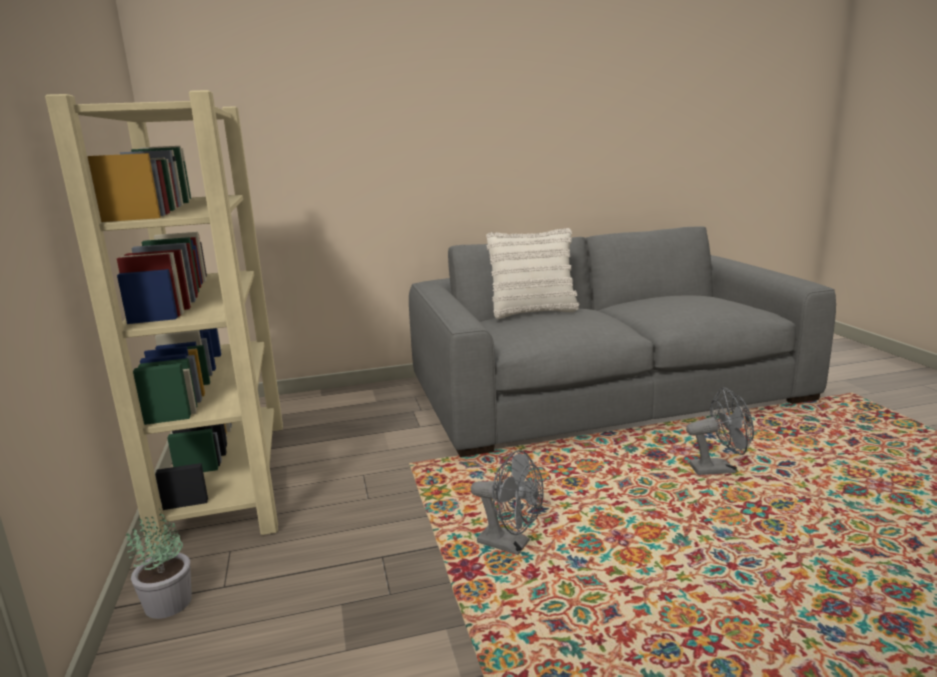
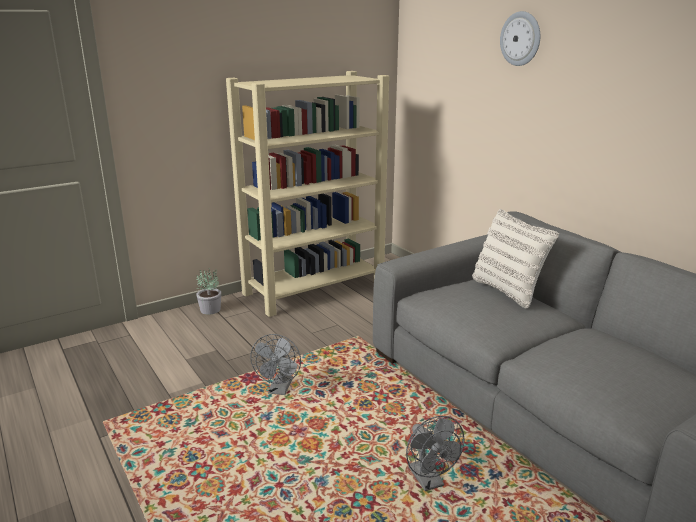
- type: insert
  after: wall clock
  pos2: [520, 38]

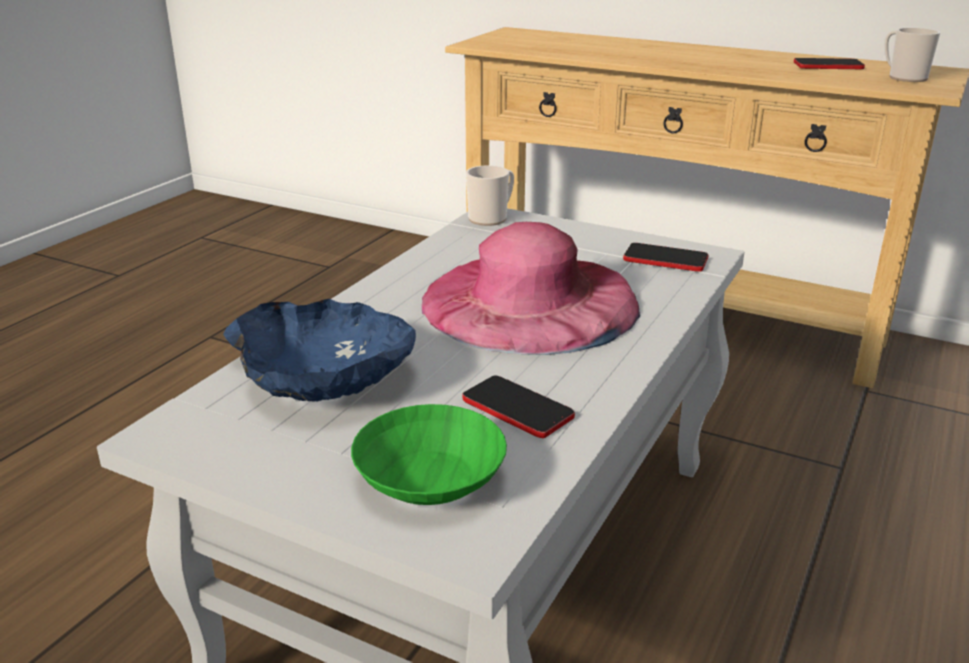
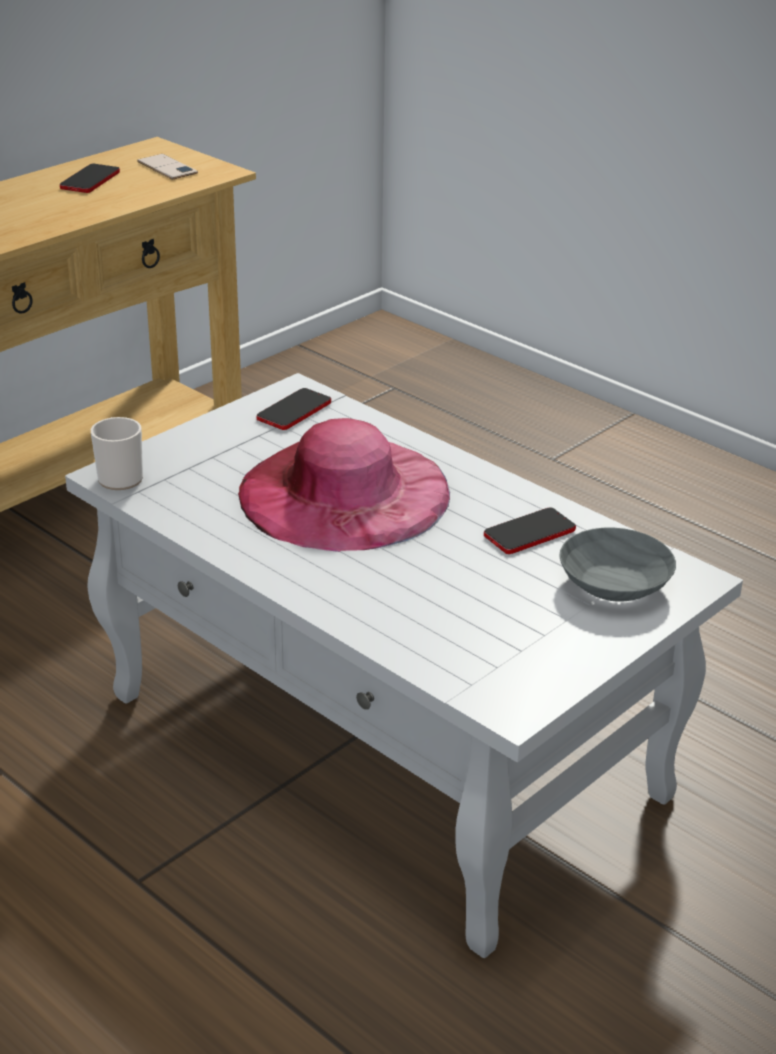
- type: delete
  before: blue bowl
  pos1: [319, 350]
- type: recolor
  before: green bowl
  after: grey bowl
  pos1: [429, 454]
  pos2: [617, 565]
- type: replace
  before: mug
  after: phone
  pos1: [912, 55]
  pos2: [167, 167]

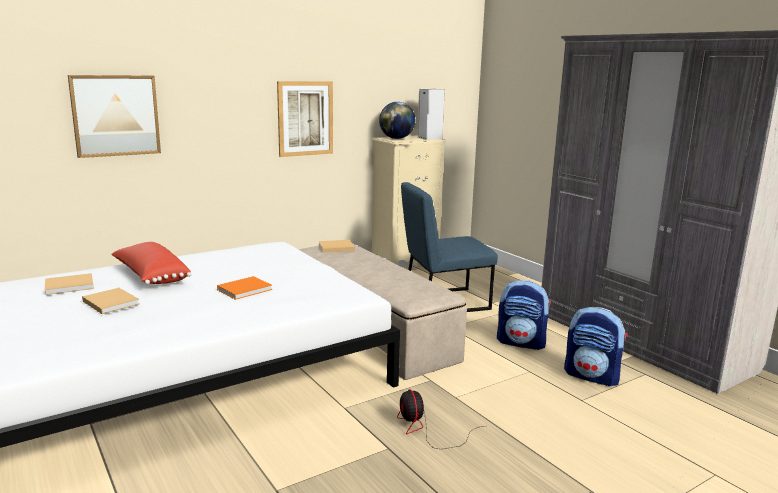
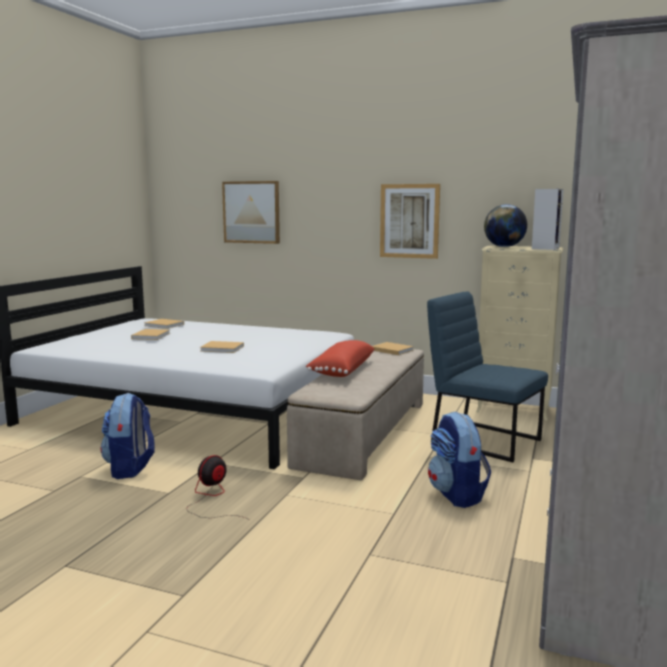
- type: move
  before: red pillow
  pos1: [151, 263]
  pos2: [340, 358]
- type: recolor
  before: orange book
  after: beige book
  pos1: [244, 288]
  pos2: [222, 347]
- type: move
  before: backpack
  pos1: [596, 346]
  pos2: [127, 436]

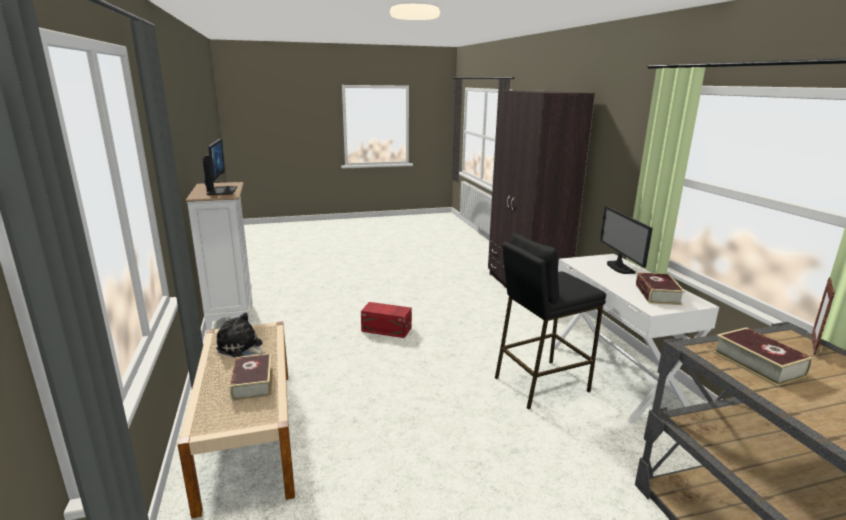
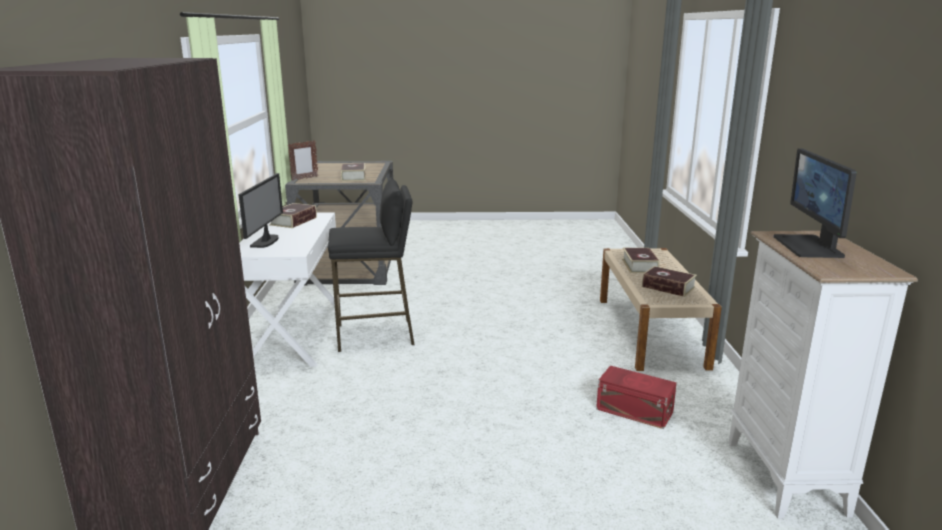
- type: replace
  before: plush toy
  after: book
  pos1: [240, 334]
  pos2: [669, 281]
- type: move
  before: red storage box
  pos1: [386, 320]
  pos2: [636, 397]

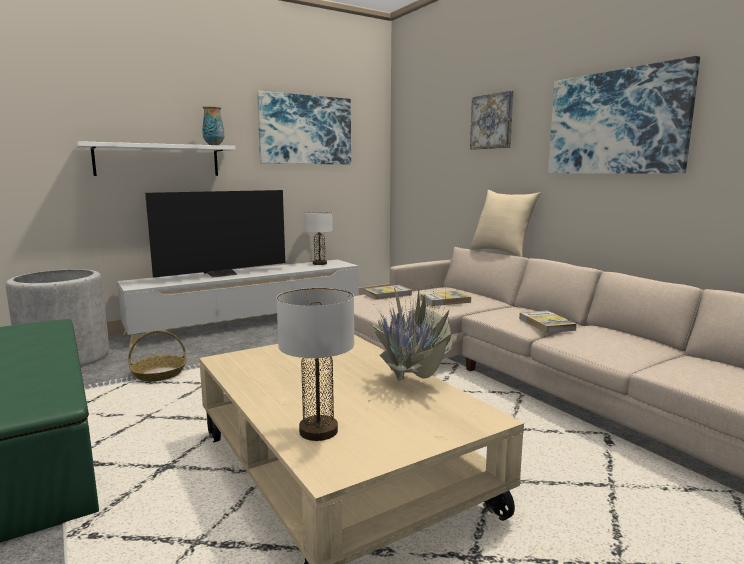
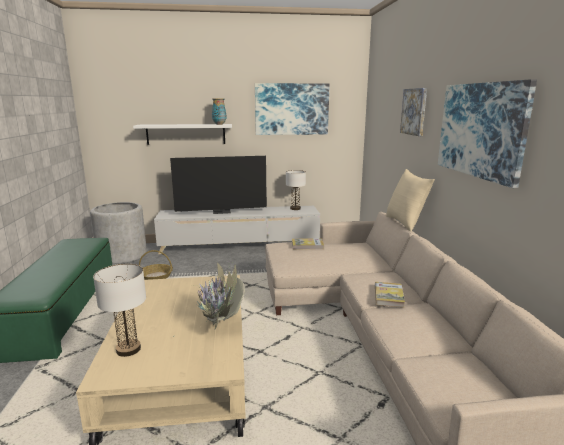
- type: delete
  before: book
  pos1: [445, 298]

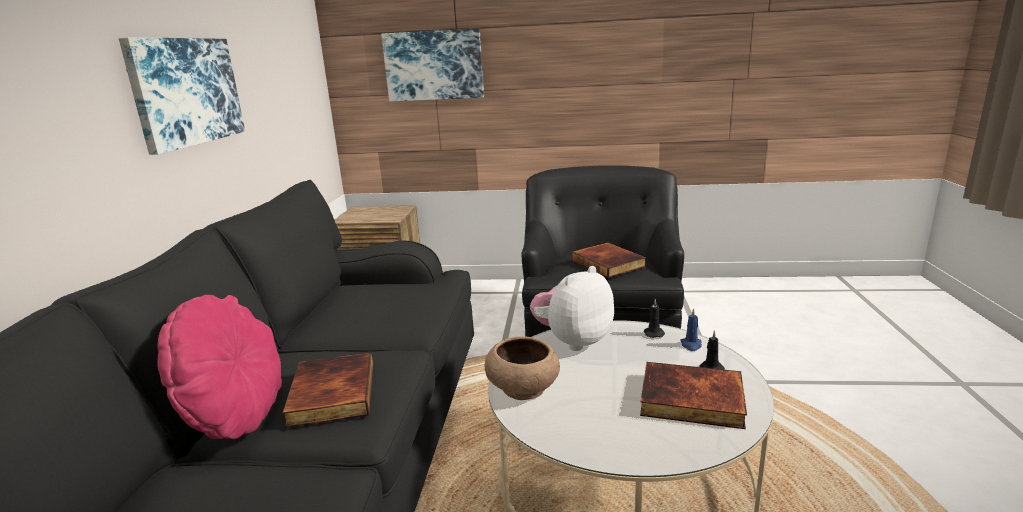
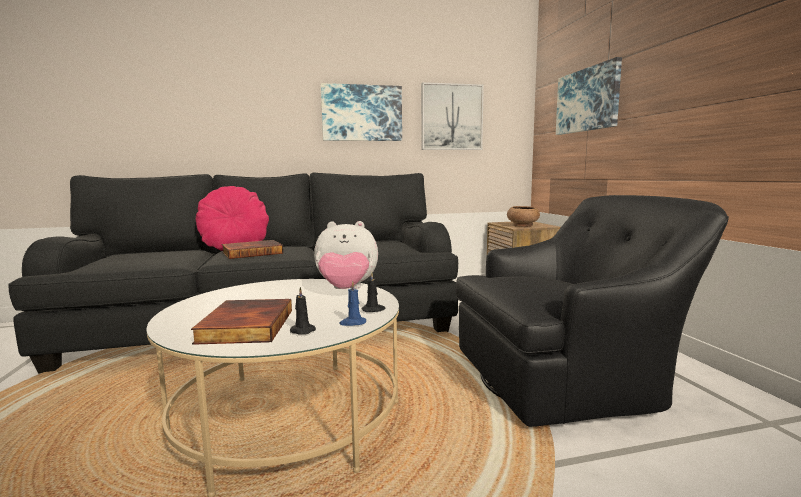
- type: move
  before: brown bowl
  pos1: [522, 368]
  pos2: [523, 216]
- type: rotate
  before: plush toy
  pos1: [572, 308]
  pos2: [346, 255]
  turn: 150
- type: delete
  before: book
  pos1: [609, 260]
- type: insert
  after: picture
  pos2: [452, 116]

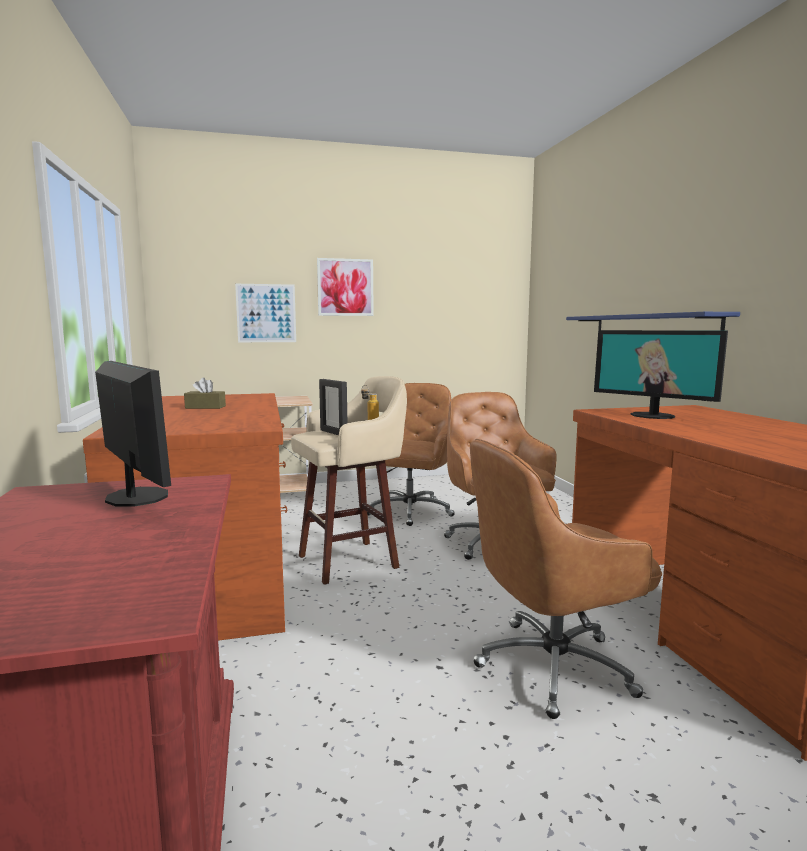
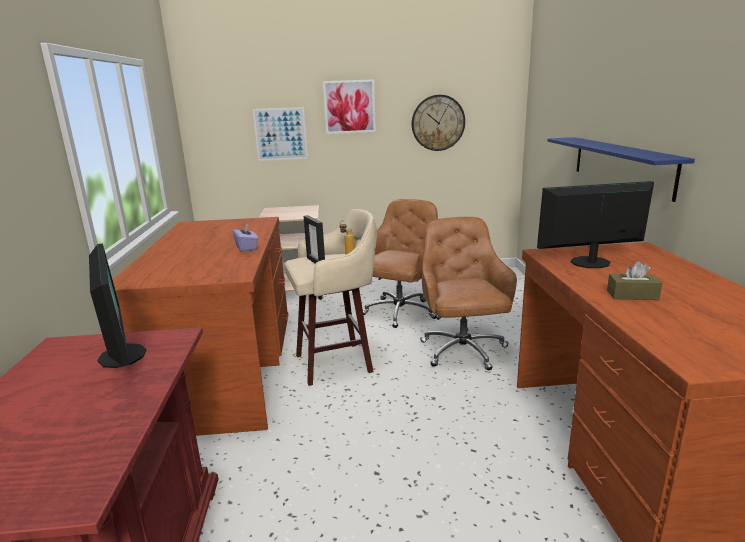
- type: move
  before: brown tissue box
  pos1: [205, 393]
  pos2: [634, 280]
- type: delete
  before: brown office chair
  pos1: [566, 579]
- type: rotate
  before: monitor
  pos1: [661, 374]
  pos2: [595, 224]
  turn: 120
- type: insert
  after: purple tissue box
  pos2: [245, 237]
- type: insert
  after: wall clock
  pos2: [438, 123]

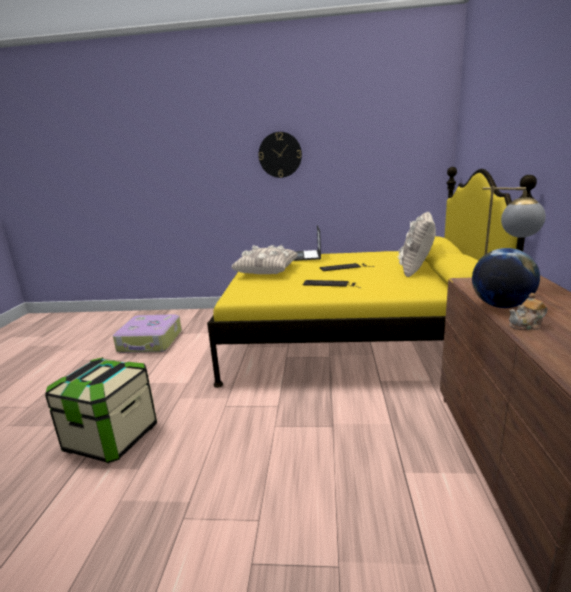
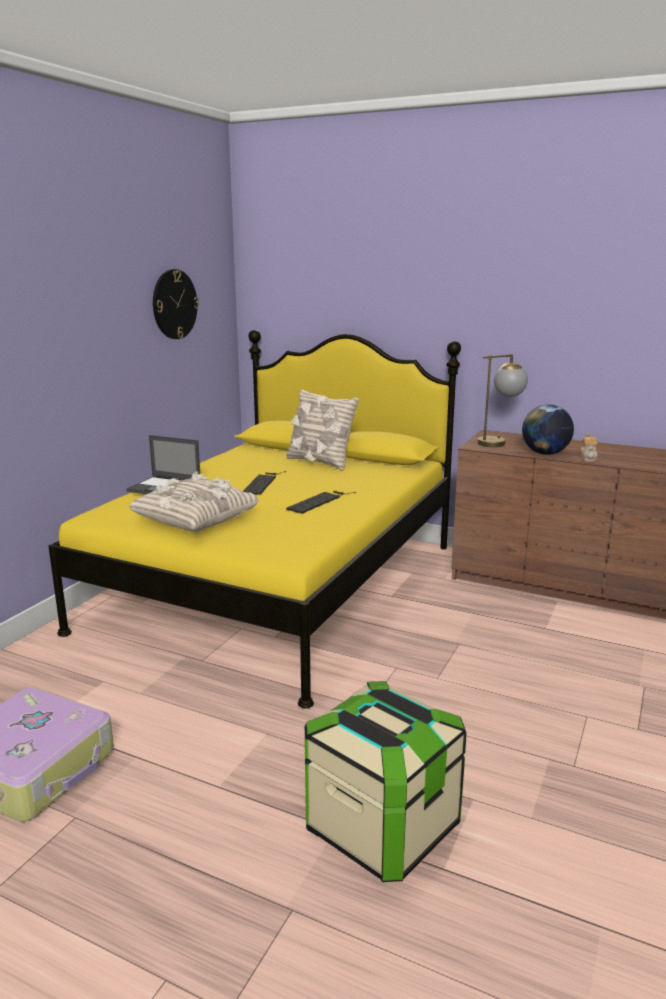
- type: move
  before: wall clock
  pos1: [280, 155]
  pos2: [176, 304]

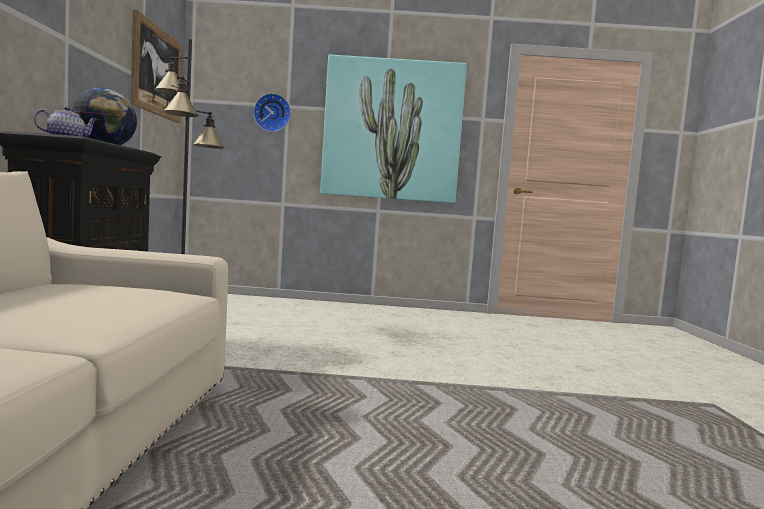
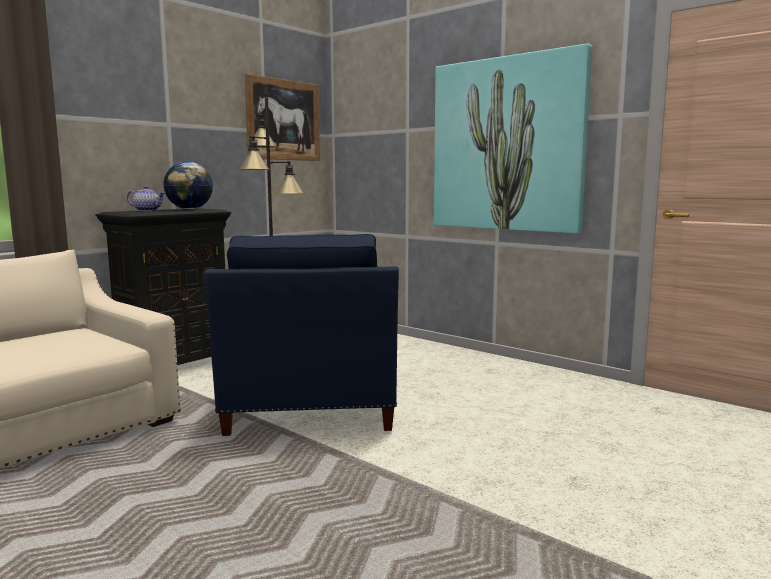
- type: delete
  before: wall clock
  pos1: [272, 112]
- type: insert
  after: blue armchair
  pos2: [301, 335]

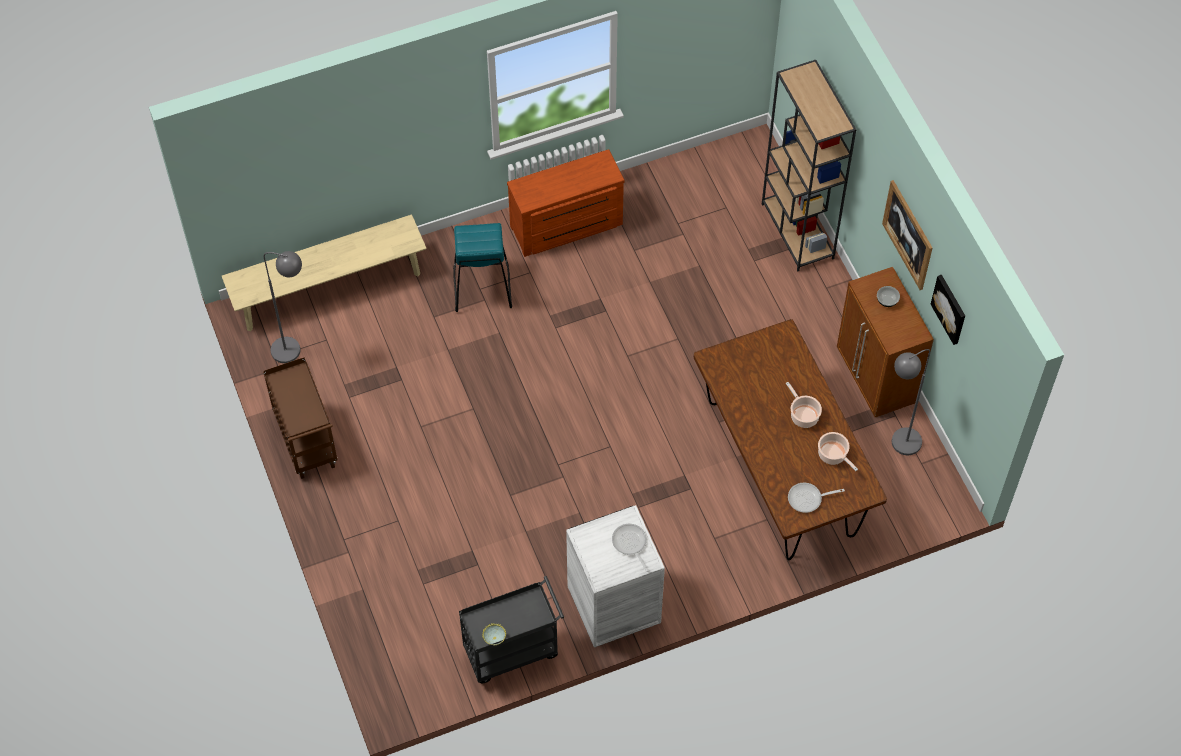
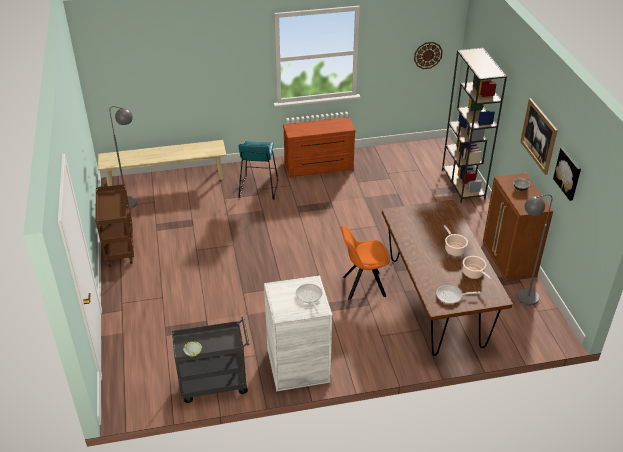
- type: insert
  after: orange chair
  pos2: [365, 262]
- type: insert
  after: wall clock
  pos2: [428, 55]

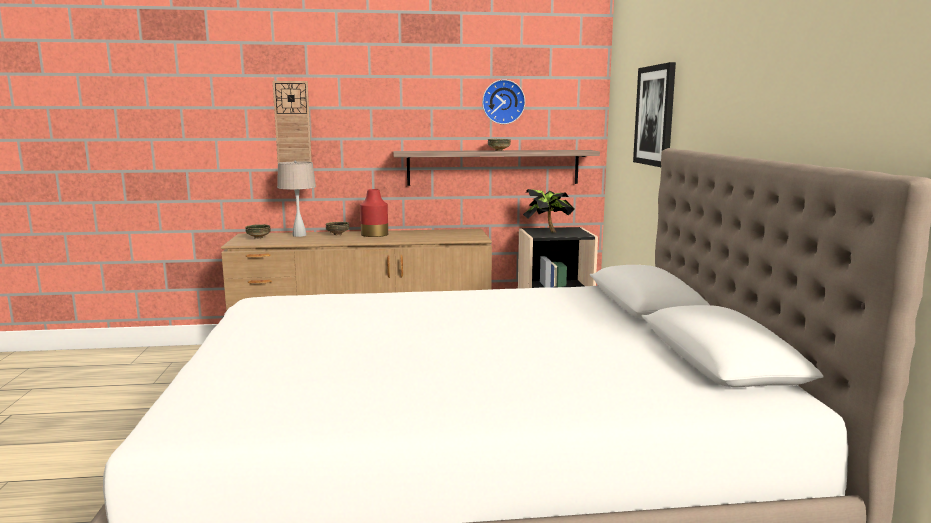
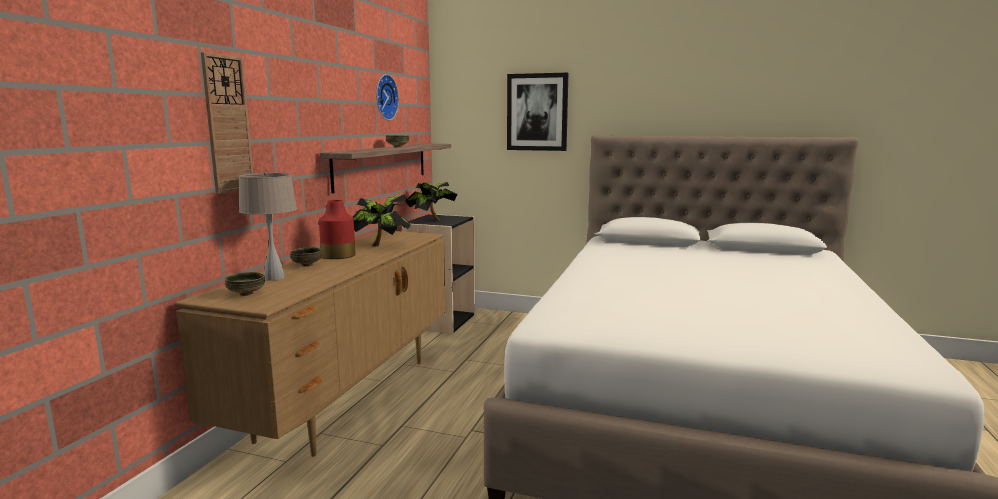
- type: insert
  after: potted plant
  pos2: [382, 220]

